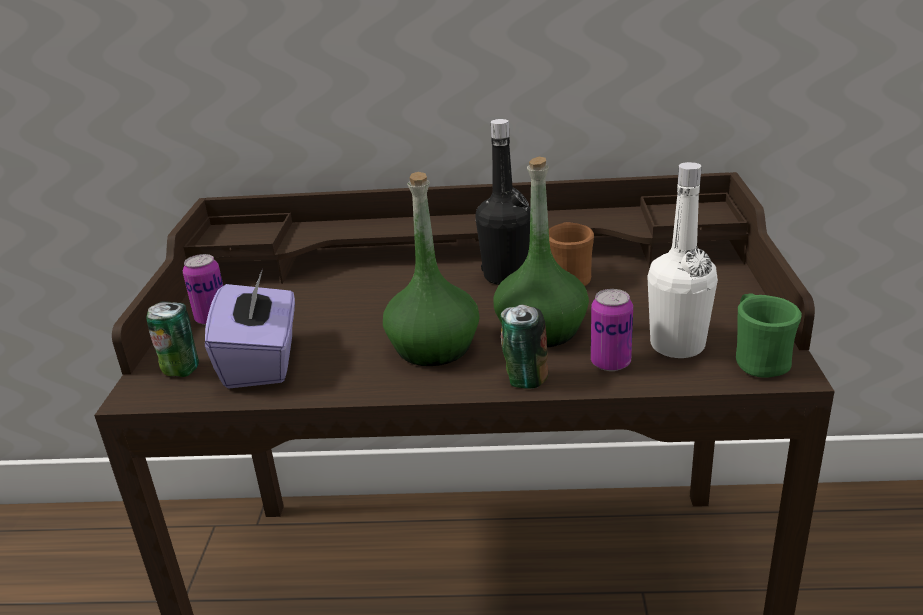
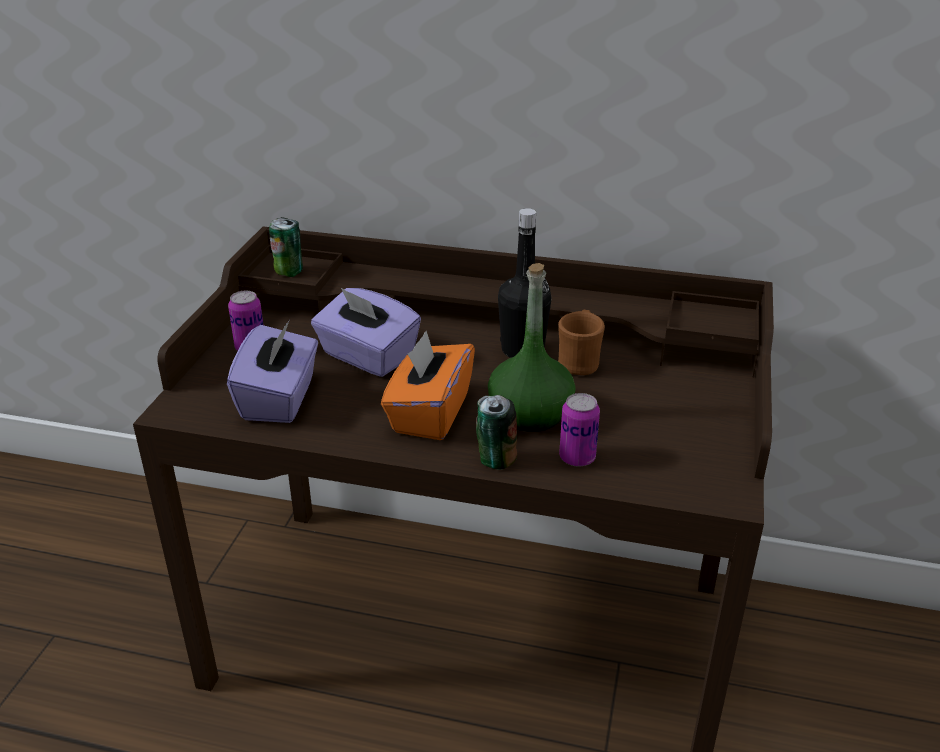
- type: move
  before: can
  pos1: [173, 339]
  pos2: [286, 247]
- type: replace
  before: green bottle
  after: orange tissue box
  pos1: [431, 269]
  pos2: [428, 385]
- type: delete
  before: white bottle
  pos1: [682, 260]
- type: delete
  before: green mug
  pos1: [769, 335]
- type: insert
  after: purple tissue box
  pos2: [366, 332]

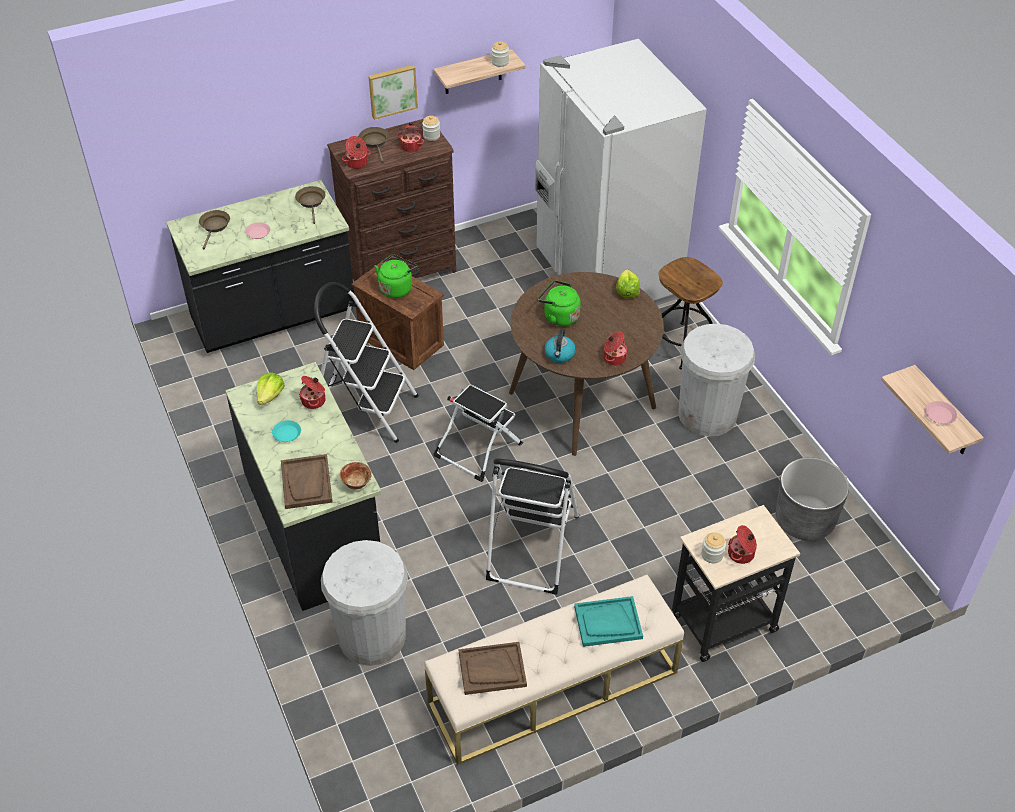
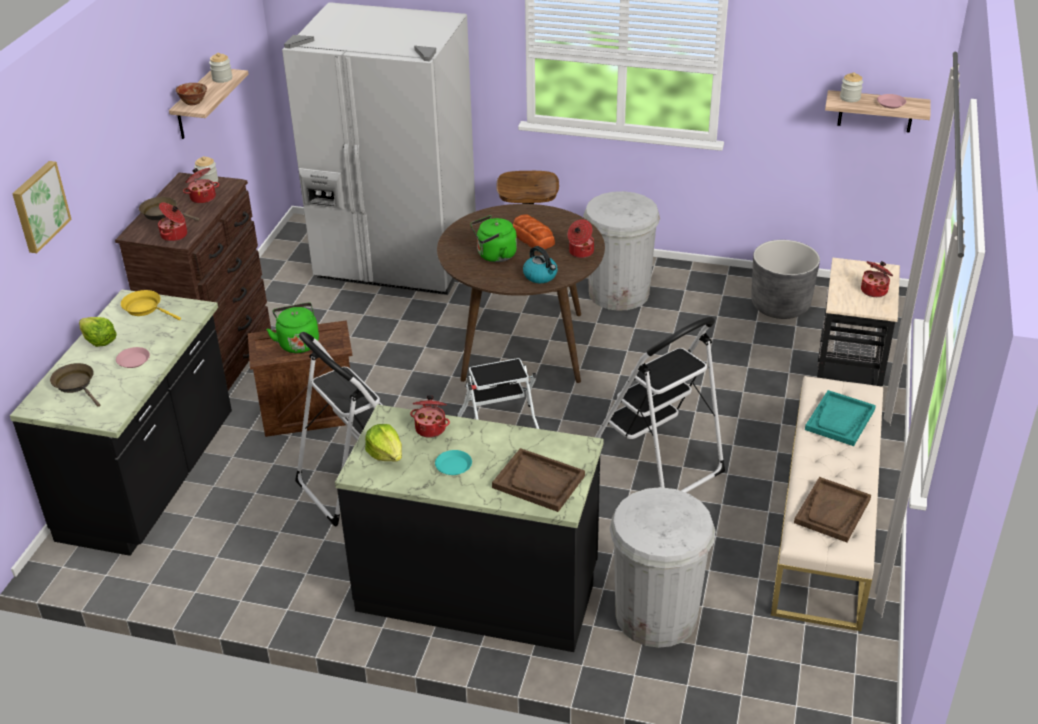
- type: recolor
  before: brown frying pan
  after: yellow frying pan
  pos1: [310, 205]
  pos2: [151, 305]
- type: move
  before: bowl
  pos1: [356, 476]
  pos2: [191, 94]
- type: move
  before: picture
  pos1: [393, 92]
  pos2: [42, 207]
- type: move
  before: lettuce
  pos1: [628, 283]
  pos2: [98, 332]
- type: move
  before: jar
  pos1: [713, 547]
  pos2: [851, 87]
- type: insert
  after: bread
  pos2: [534, 232]

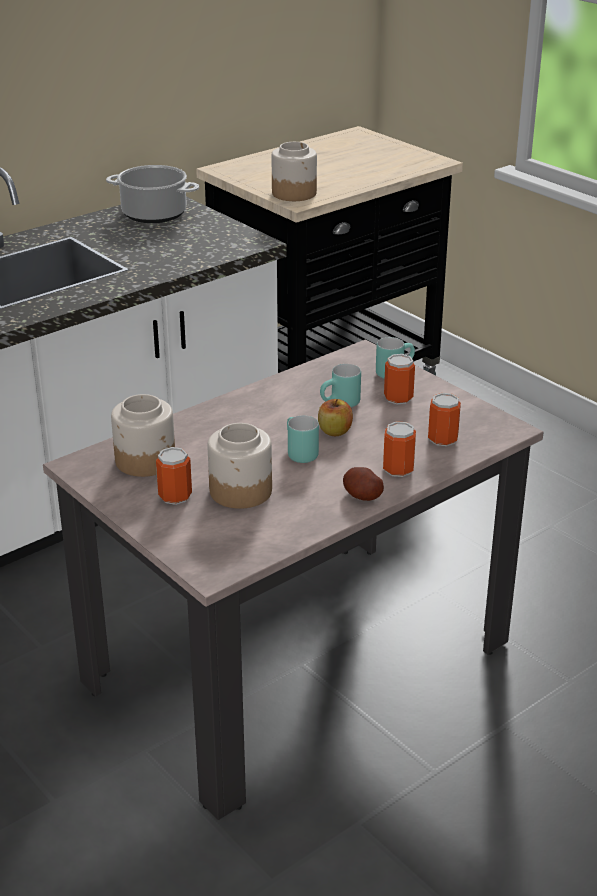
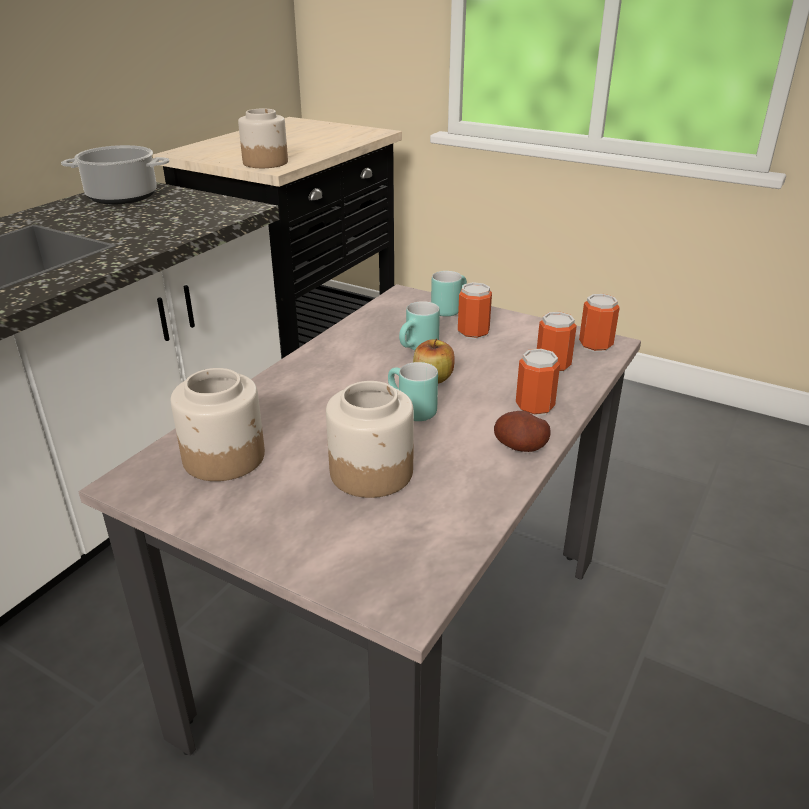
- type: move
  before: can
  pos1: [174, 476]
  pos2: [599, 323]

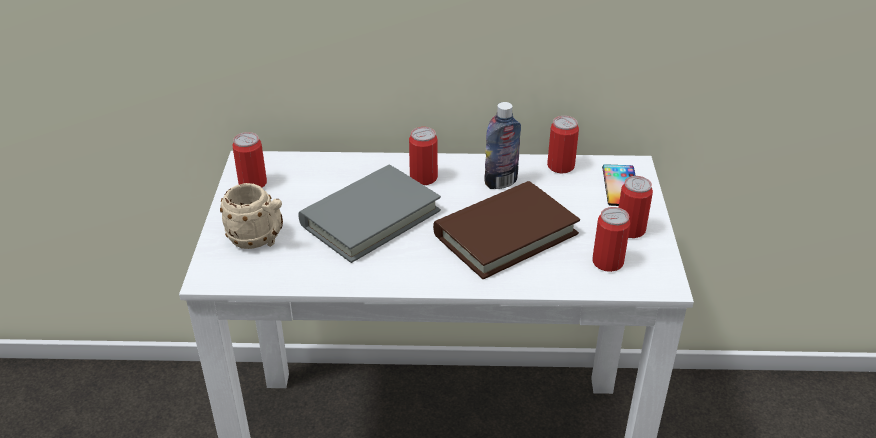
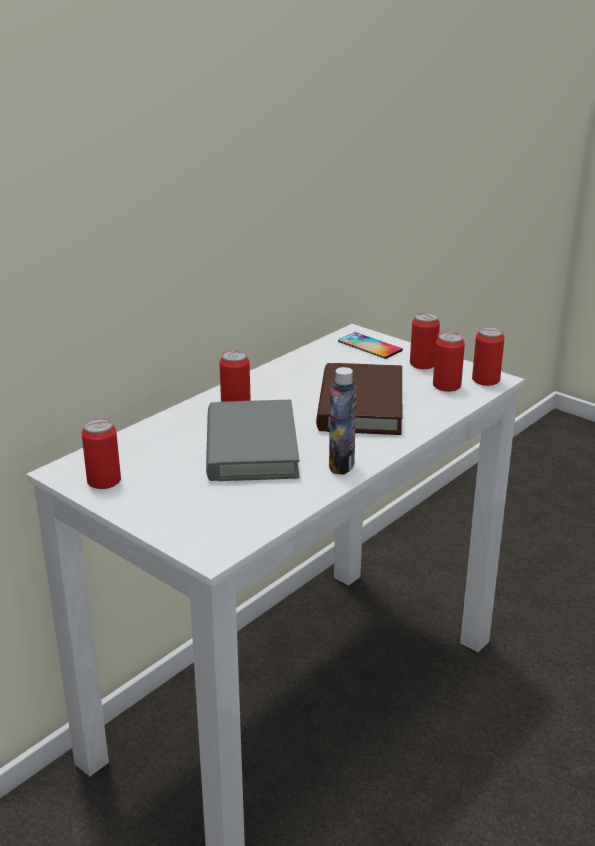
- type: delete
  before: beige mug
  pos1: [251, 216]
- type: move
  before: bottle
  pos1: [502, 145]
  pos2: [343, 421]
- type: move
  before: can
  pos1: [563, 144]
  pos2: [488, 356]

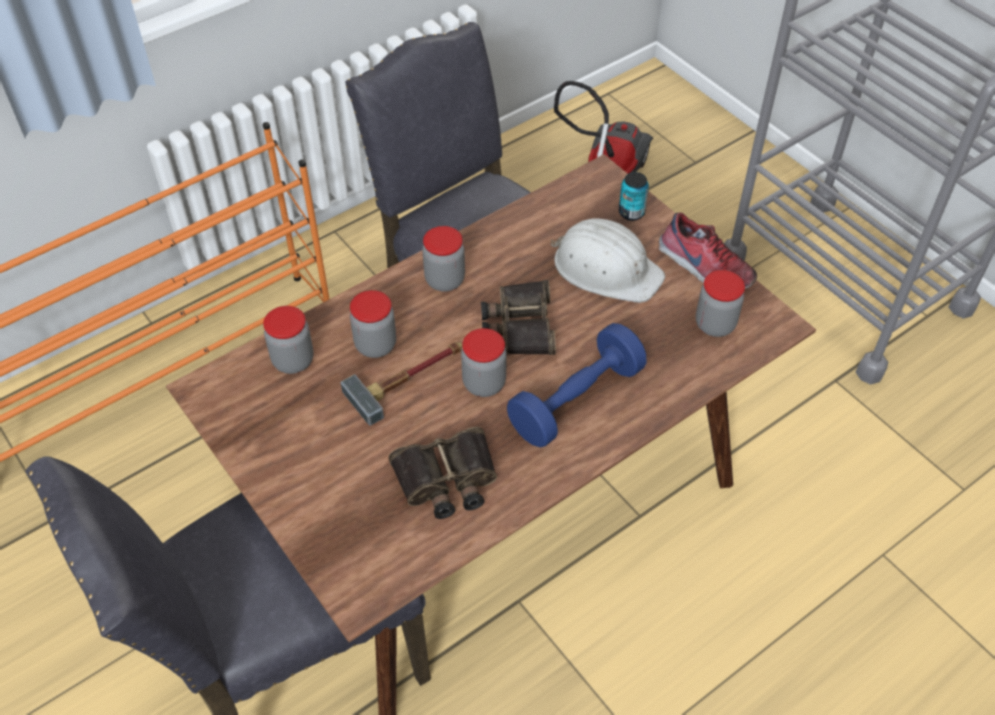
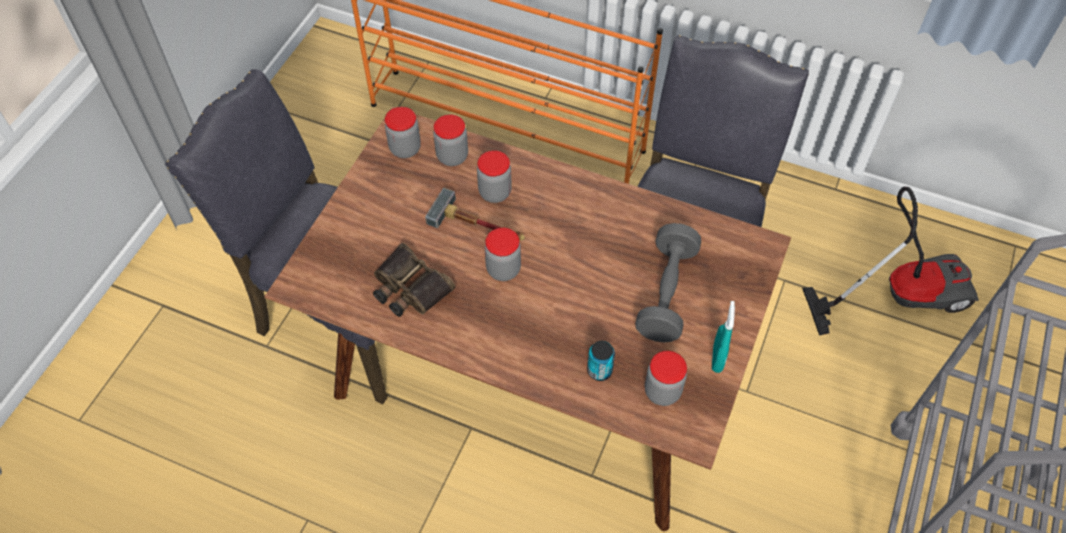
- type: move
  before: jar
  pos1: [443, 259]
  pos2: [403, 132]
- type: delete
  before: binoculars
  pos1: [518, 317]
- type: delete
  before: blue dumbbell
  pos1: [577, 385]
- type: replace
  before: white hard hat
  after: grey dumbbell
  pos1: [608, 260]
  pos2: [668, 282]
- type: move
  before: can
  pos1: [634, 196]
  pos2: [601, 361]
- type: replace
  before: shoe
  after: turquoise spray bottle
  pos1: [708, 251]
  pos2: [723, 337]

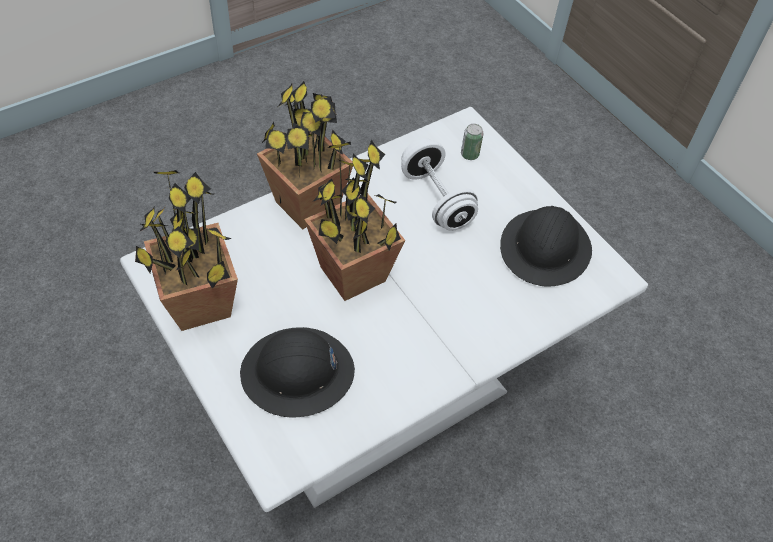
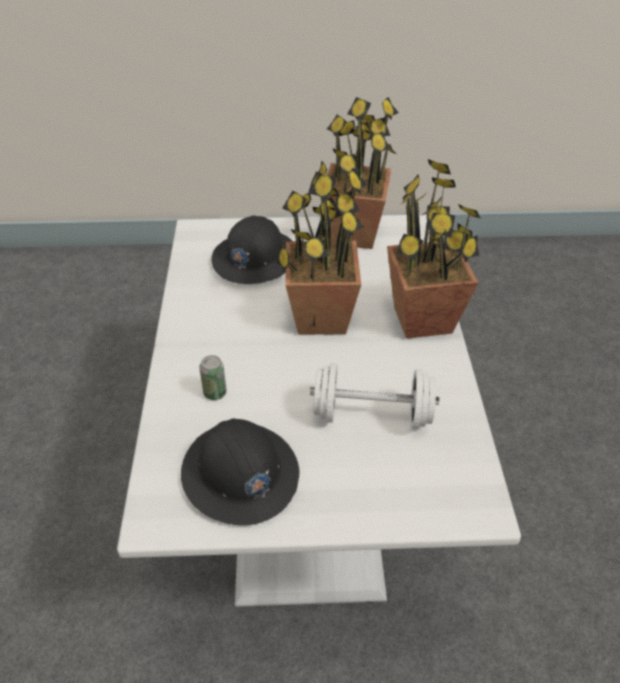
- type: move
  before: can
  pos1: [472, 142]
  pos2: [213, 377]

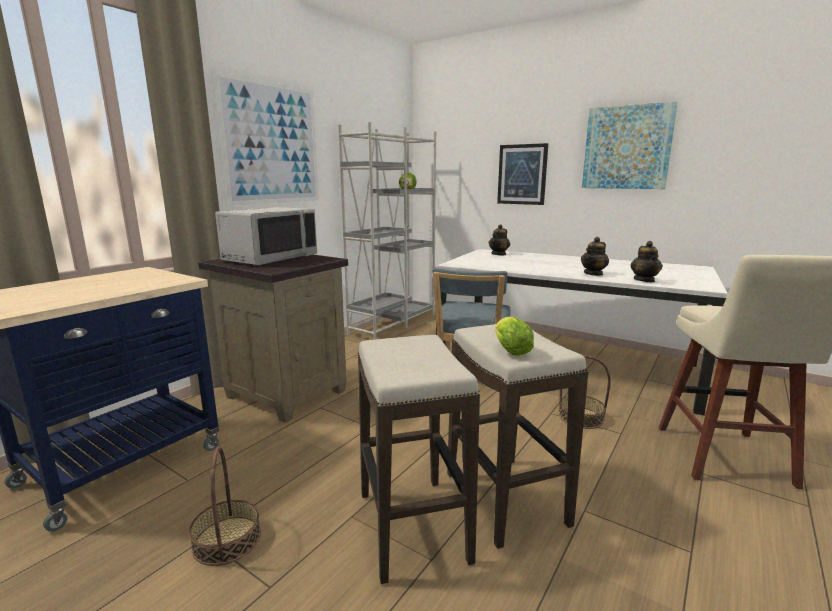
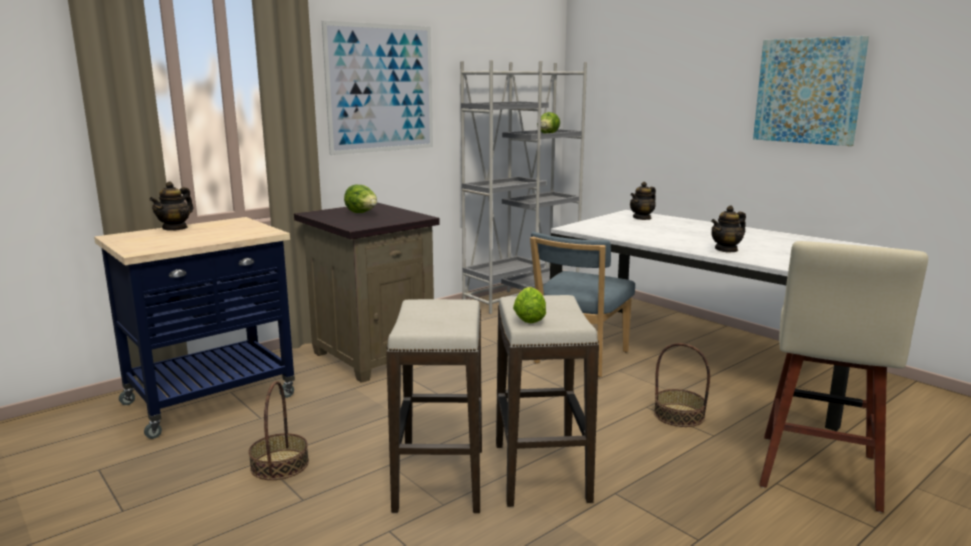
- type: replace
  before: grey microwave
  after: lettuce
  pos1: [266, 236]
  pos2: [360, 199]
- type: delete
  before: picture
  pos1: [522, 174]
- type: move
  before: teapot
  pos1: [646, 261]
  pos2: [171, 206]

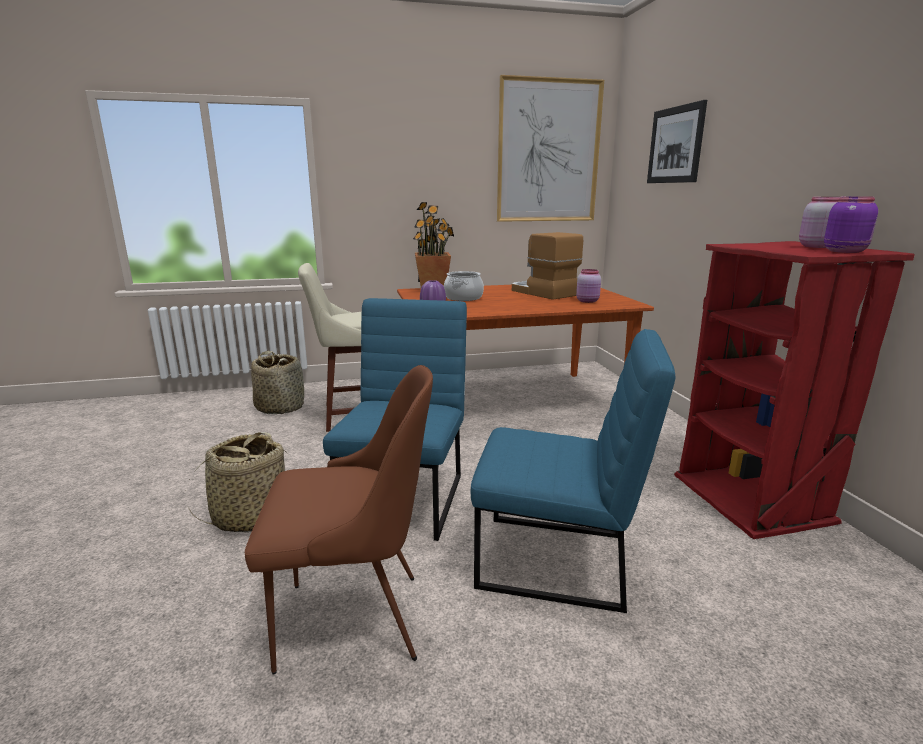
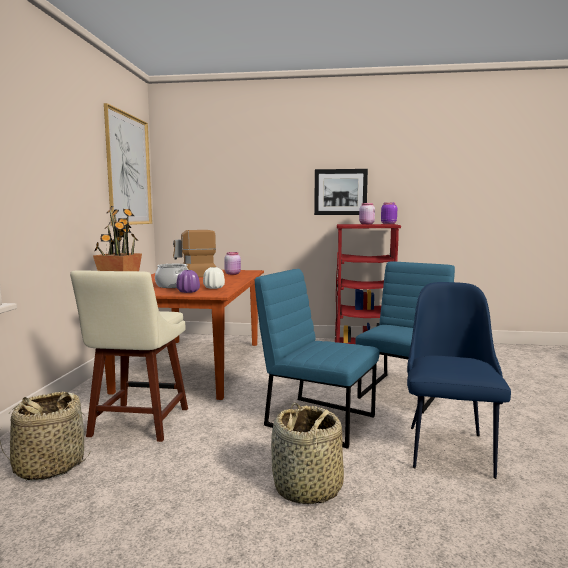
- type: recolor
  before: brown chair
  after: blue chair
  pos1: [339, 520]
  pos2: [459, 380]
- type: move
  before: picture
  pos1: [677, 141]
  pos2: [341, 192]
- type: insert
  after: white vase
  pos2: [214, 278]

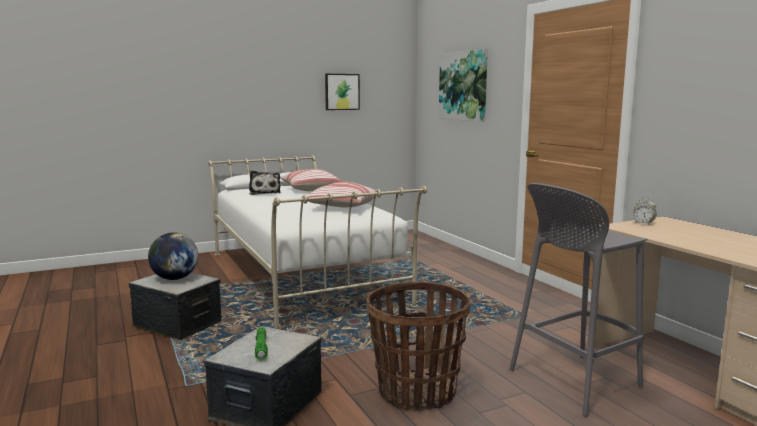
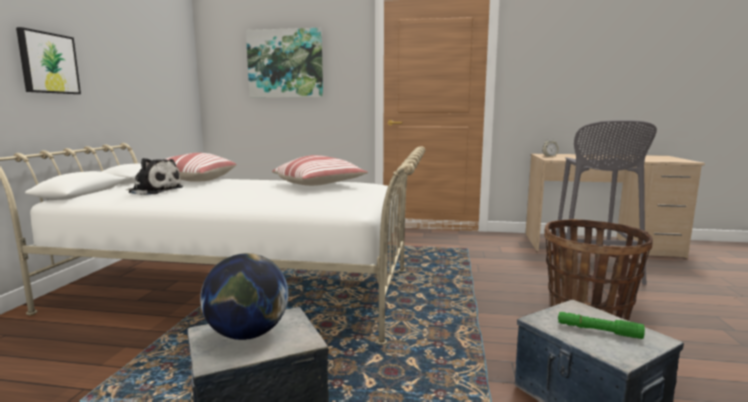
- type: move
  before: picture
  pos1: [342, 92]
  pos2: [48, 60]

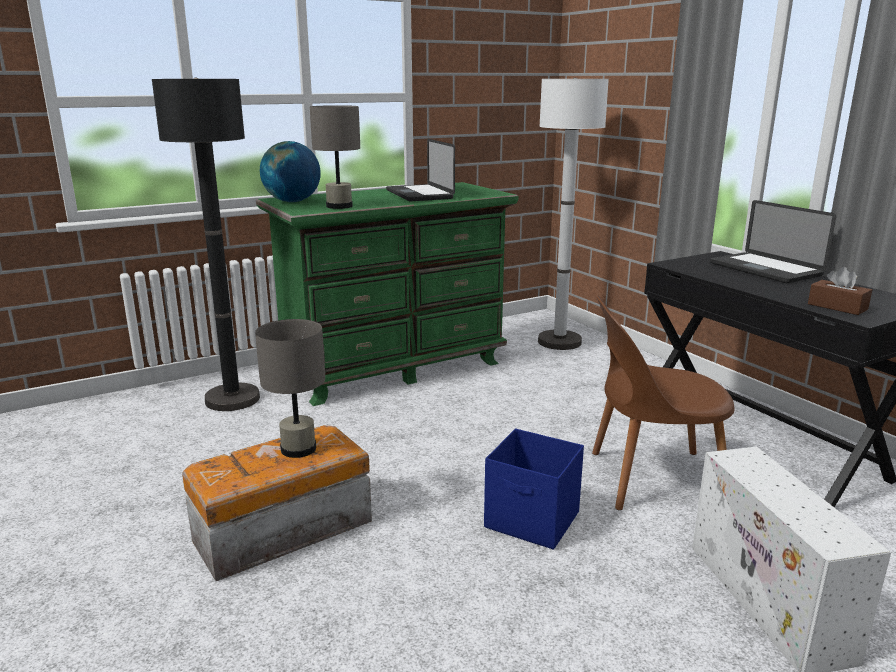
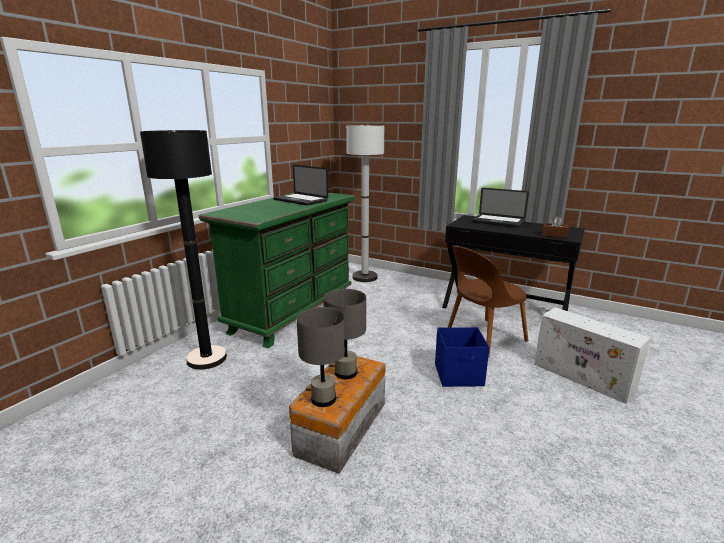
- type: delete
  before: globe
  pos1: [290, 171]
- type: move
  before: grey table lamp
  pos1: [335, 157]
  pos2: [321, 357]

